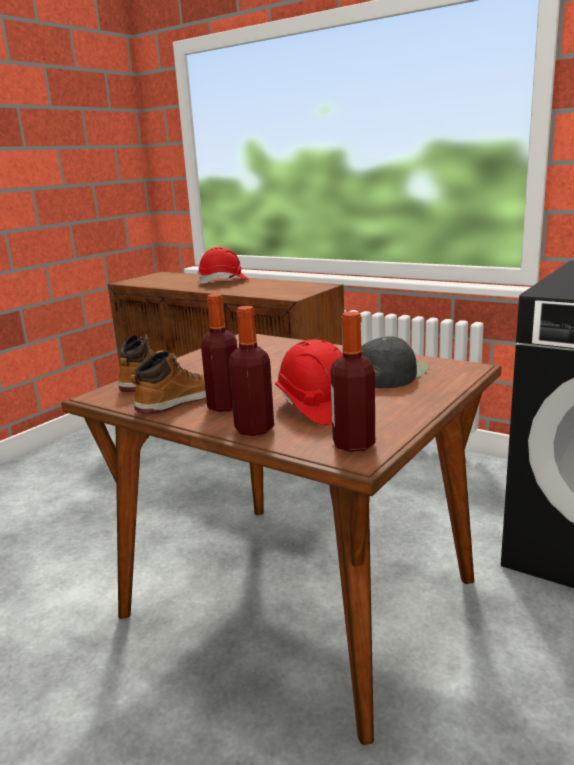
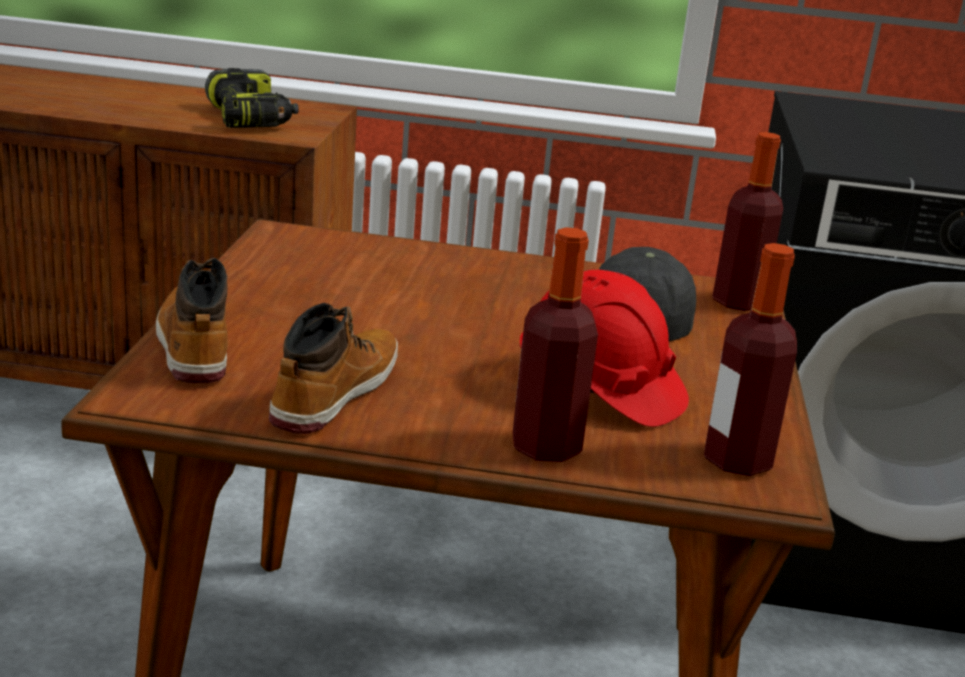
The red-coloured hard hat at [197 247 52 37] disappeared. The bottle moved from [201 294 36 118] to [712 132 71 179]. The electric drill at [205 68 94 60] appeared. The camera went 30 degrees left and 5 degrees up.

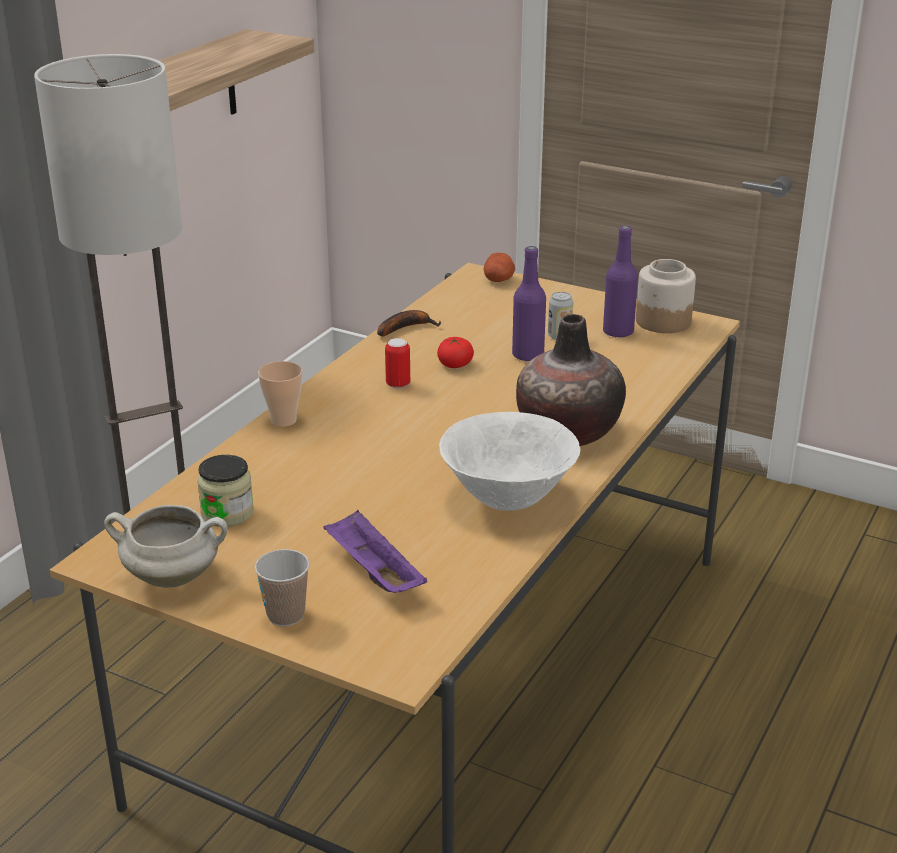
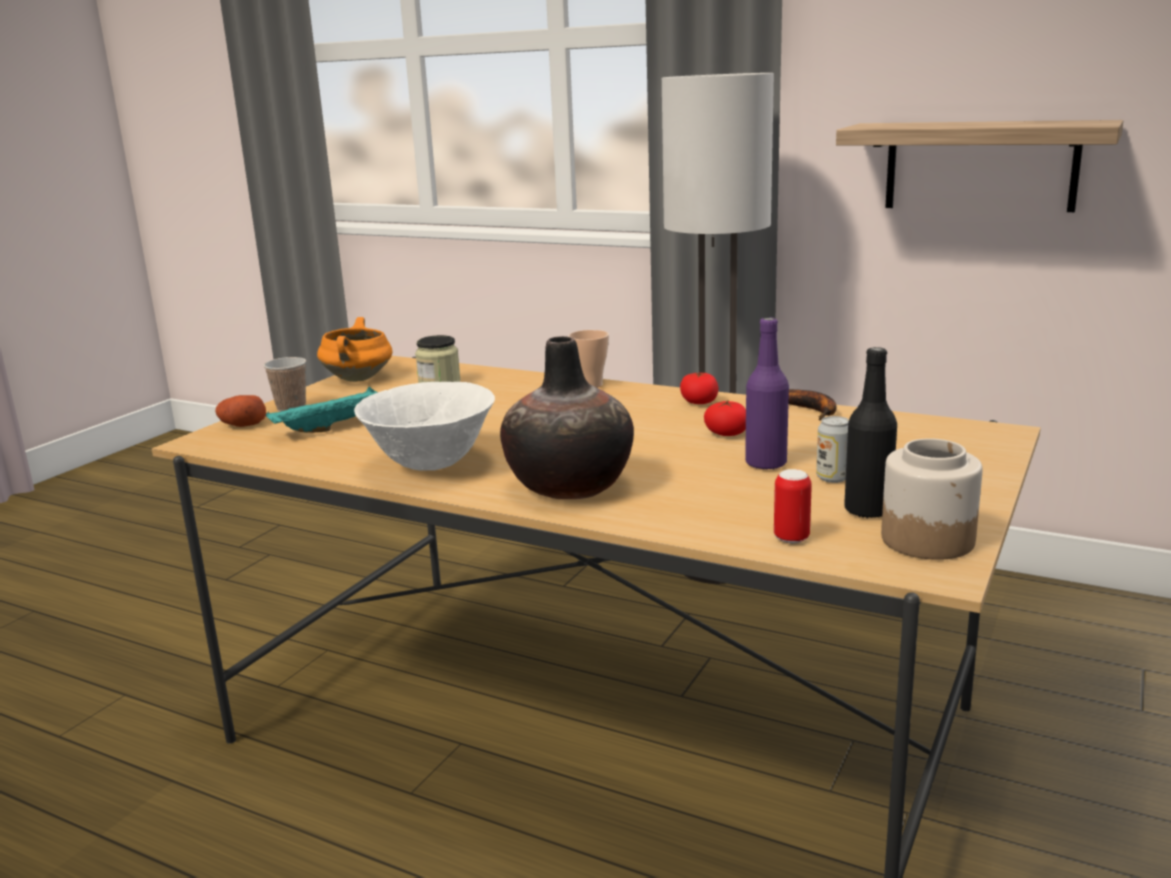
The whitish saucepot at [104 505 124 83] became the orange saucepot at [317 317 76 65]. The purple carrying tray at [323 511 105 82] became the turquoise-coloured carrying tray at [266 387 112 46]. The metal can moved from [385 338 25 51] to [774 469 38 74]. The whole potato moved from [484 253 31 29] to [215 395 51 32]. The purple bottle at [603 226 35 112] became the black bottle at [844 347 53 171]. The whole tomato at [680 372 38 32] appeared. The camera went 90 degrees right and 10 degrees down.

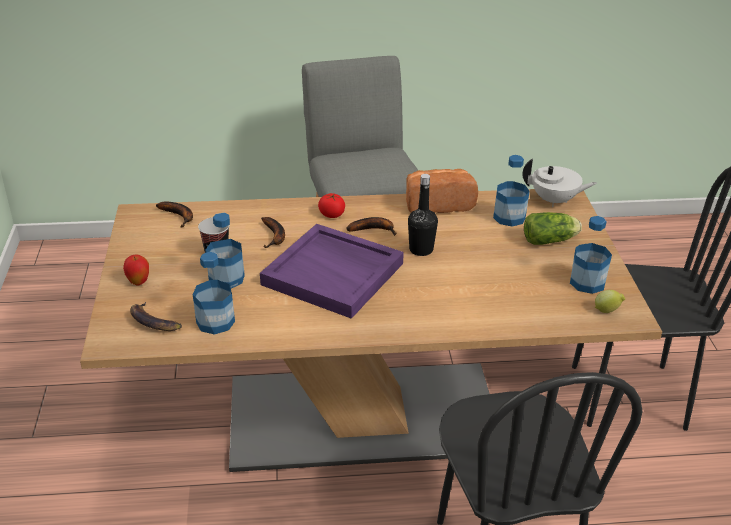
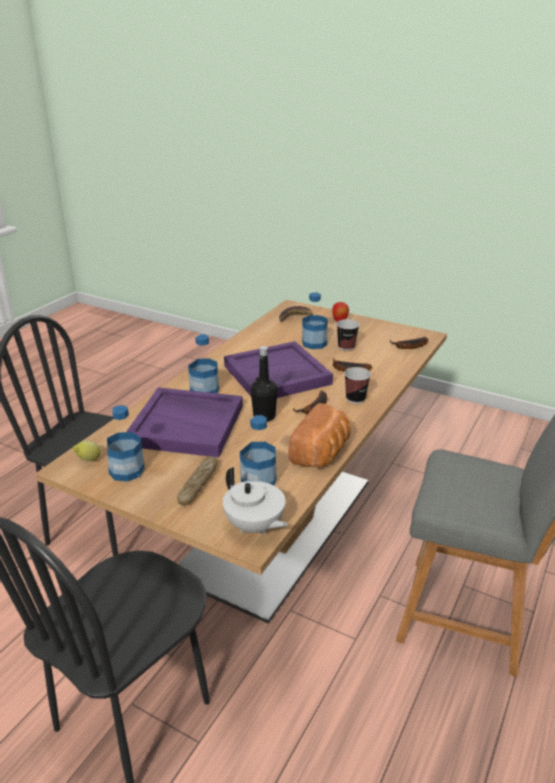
The bottle moved from [193 252 42 83] to [188 334 31 59]. The whole tomato at [318 193 27 25] was replaced by the drinking cup at [344 367 27 37]. The whitish teapot at [522 159 75 48] turned 90 degrees counterclockwise. The lettuce head at [524 212 58 33] was replaced by the bakery bread at [177 456 41 50]. The purple carrying tray at [126 387 117 71] appeared. The camera went 125 degrees right and 5 degrees down.

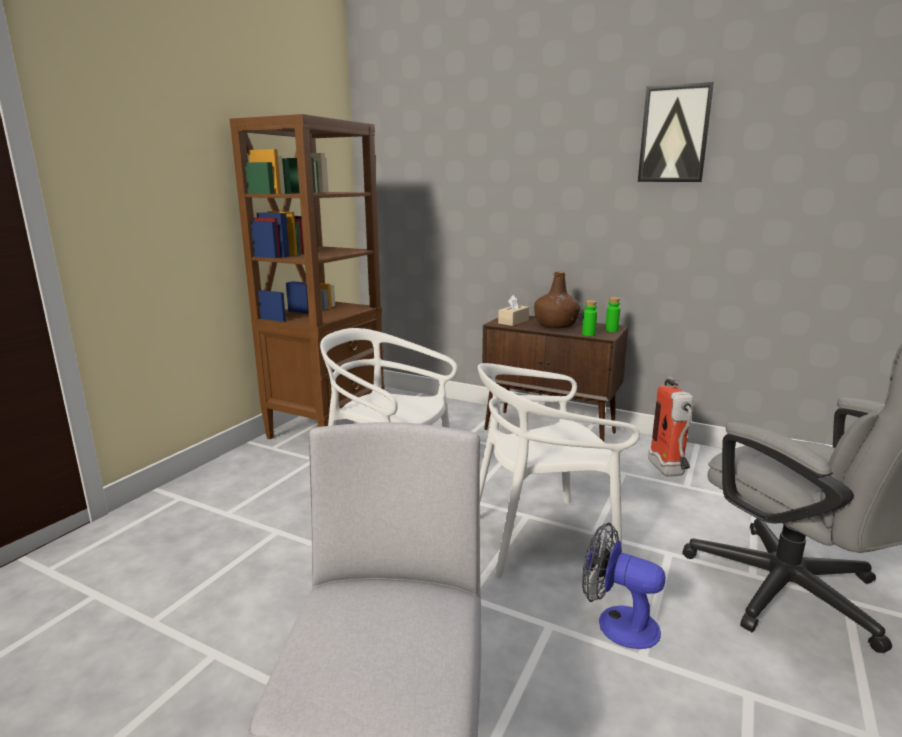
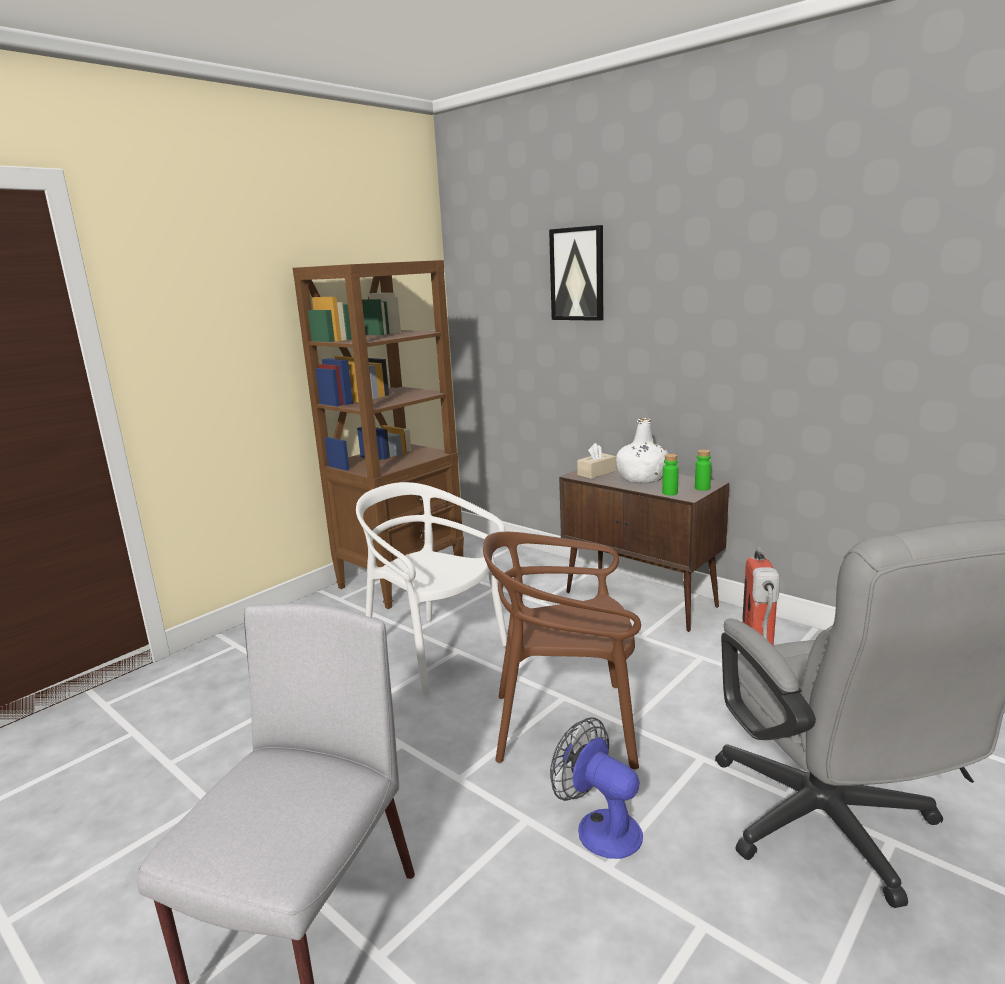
The whitish plain chair at [478 363 162 215] became the brown plain chair at [483 532 158 237]. The brown bottle at [534 272 46 56] became the whitish bottle at [616 418 52 65]. The picture moved from [638 82 76 100] to [549 225 54 96]. The camera went 15 degrees right and 0 degrees up.

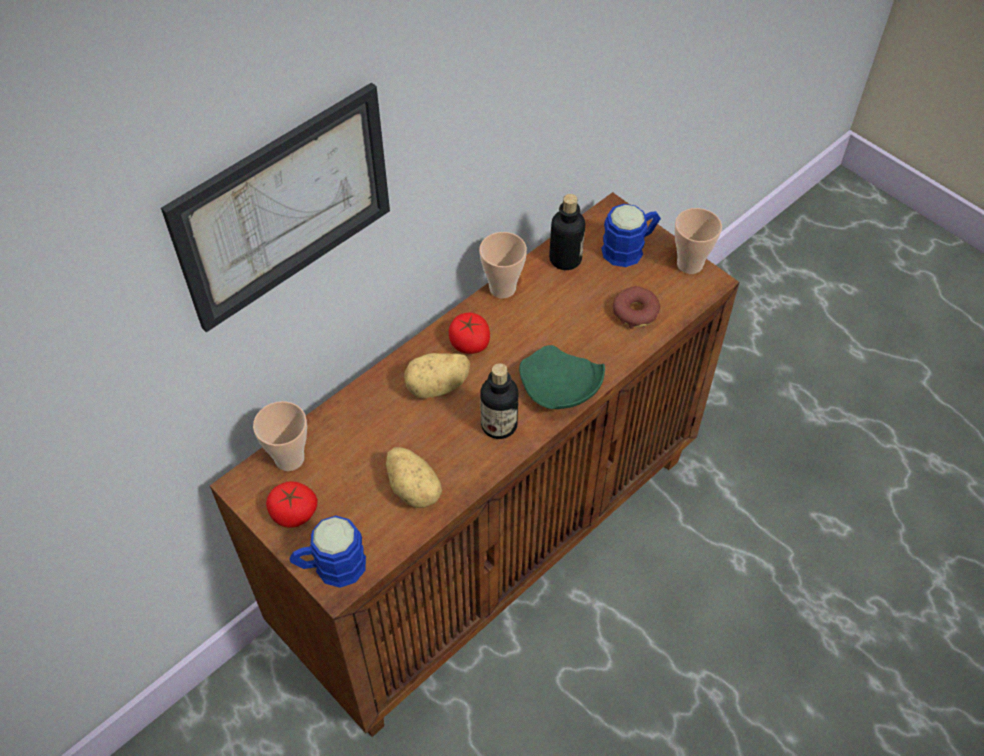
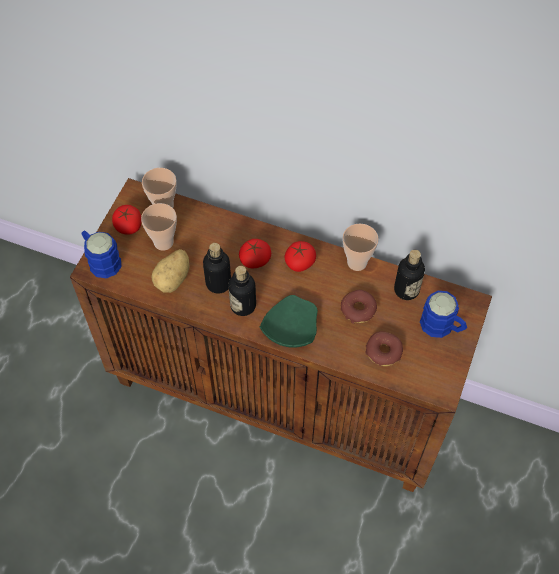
The picture at [161 83 229 249] disappeared. The whole potato at [404 353 66 45] was replaced by the whole tomato at [239 239 32 29]. The drinking cup moved from [674 208 48 66] to [141 203 36 48]. The bottle at [203 243 28 51] appeared. The doughnut at [341 290 36 34] appeared. The camera went 65 degrees right and 5 degrees up.

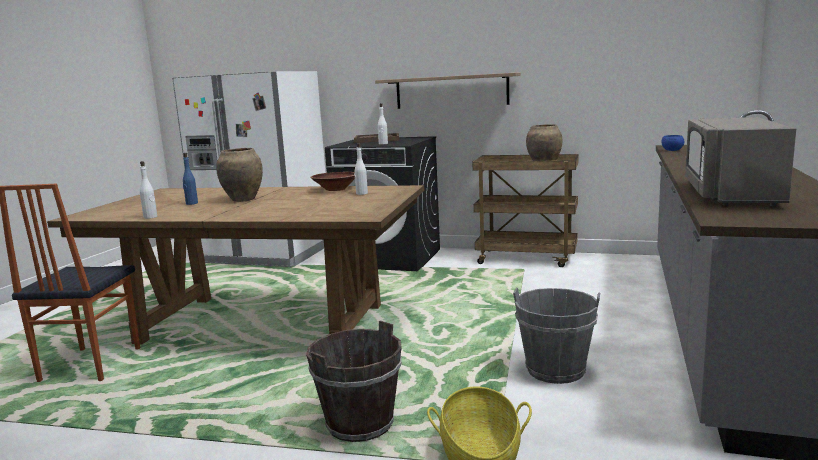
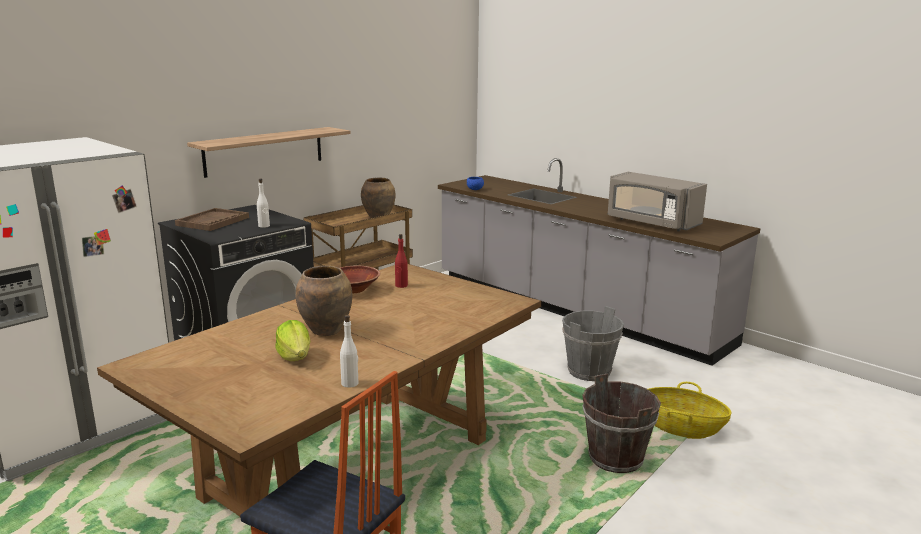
The bluish bottle at [183 153 15 52] was replaced by the lettuce head at [276 320 35 41]. The whitish bottle at [354 143 14 52] became the red-coloured bottle at [395 234 13 54]. The camera went 65 degrees left and 5 degrees up.

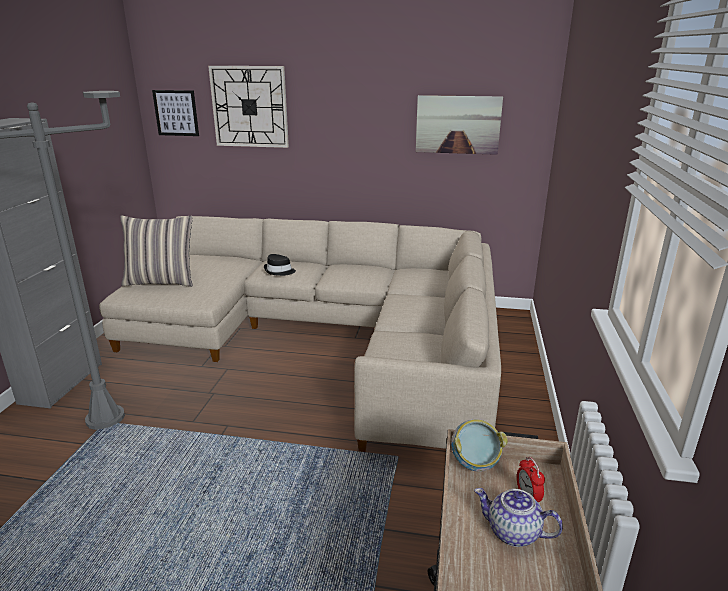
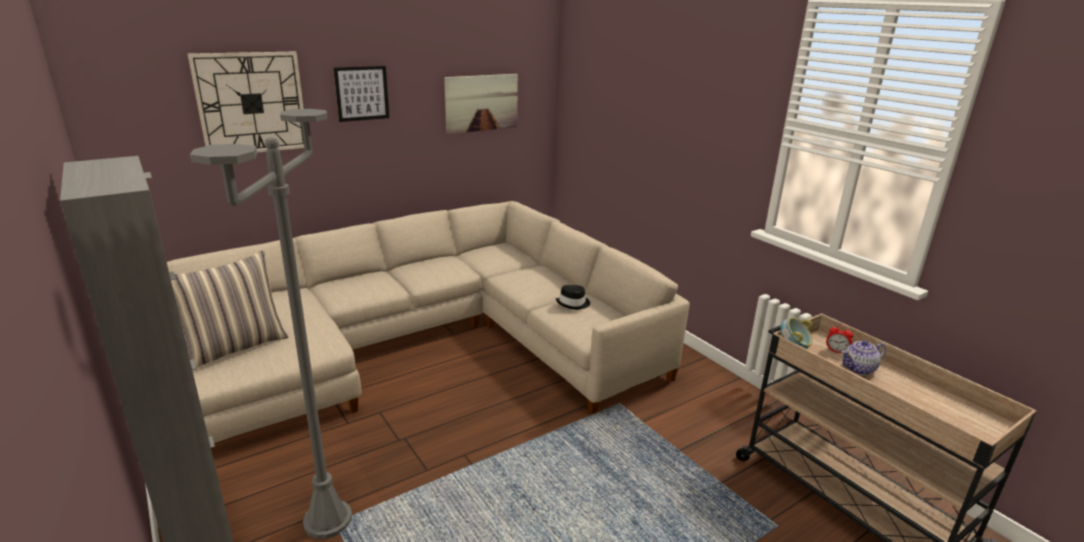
The picture moved from [152 90 47 46] to [334 66 55 56]. The black wearable hat moved from [264 254 32 22] to [556 285 34 25]. The camera went 45 degrees left and 0 degrees up.

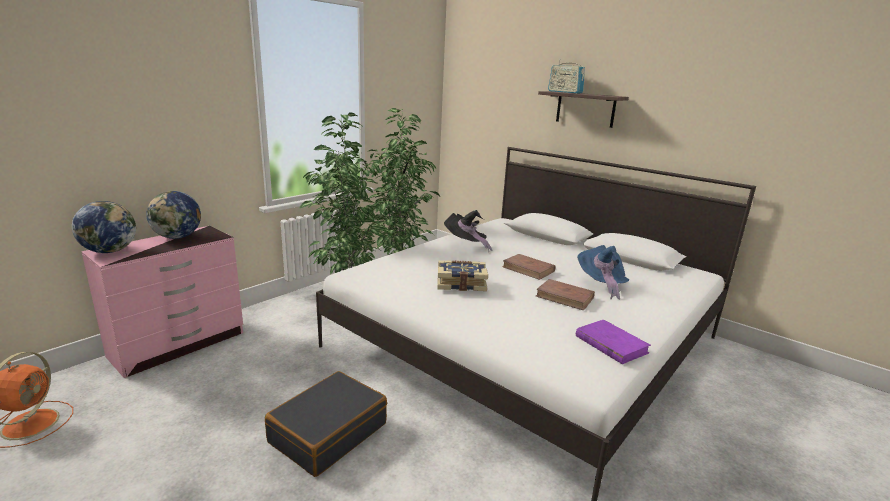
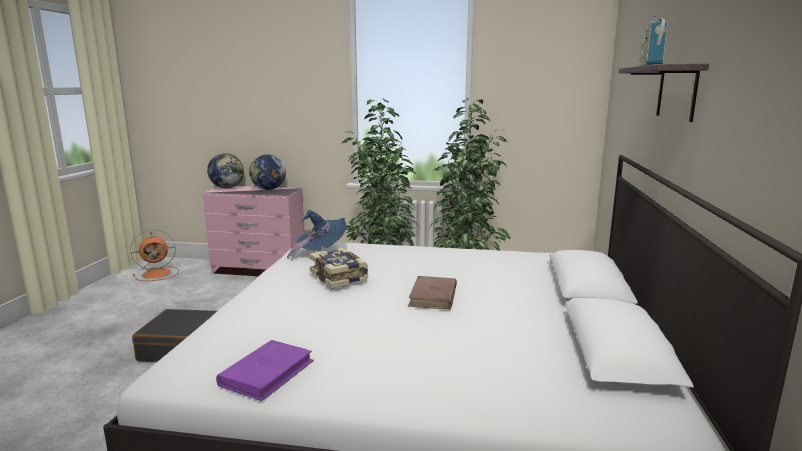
The black wearable hat at [444 210 49 42] disappeared. The brown bound book at [536 279 59 32] disappeared. The bluish wearable hat moved from [577 245 52 54] to [287 210 60 50]. The camera went 60 degrees right and 5 degrees down.

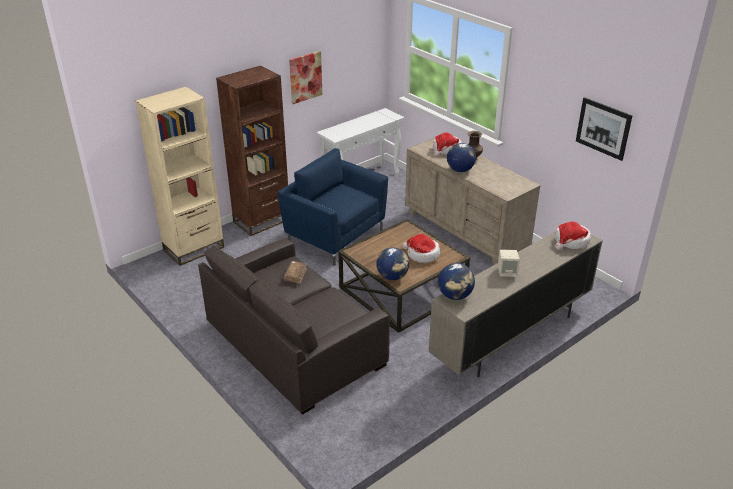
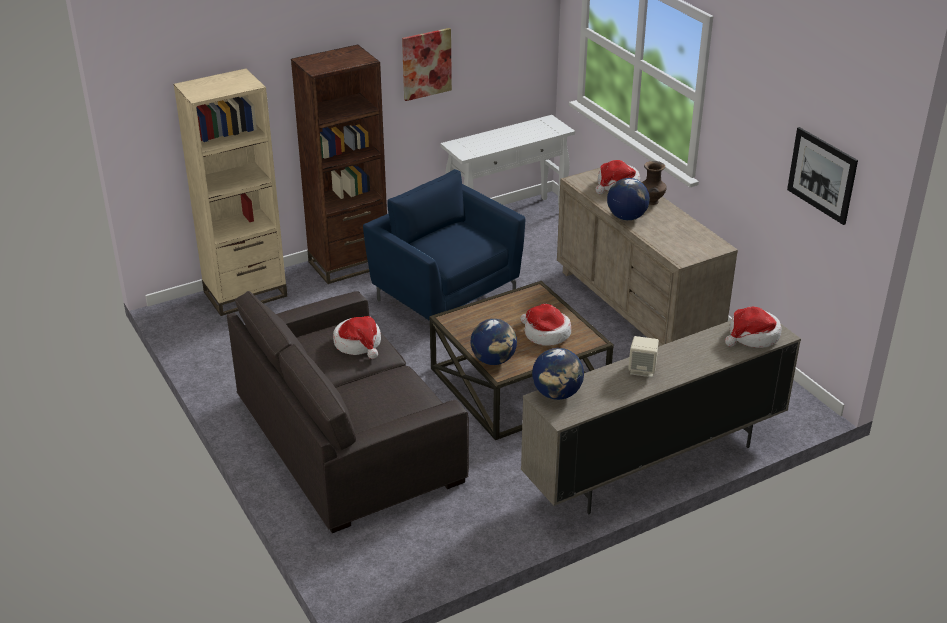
The brown bound book at [283 261 24 23] was replaced by the wearable hat at [333 316 48 43]. The camera went 10 degrees right and 0 degrees up.

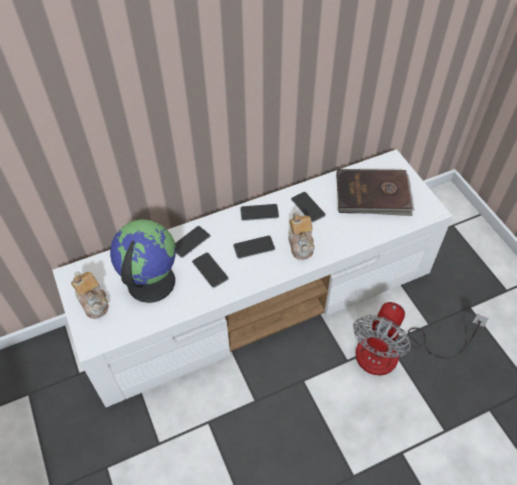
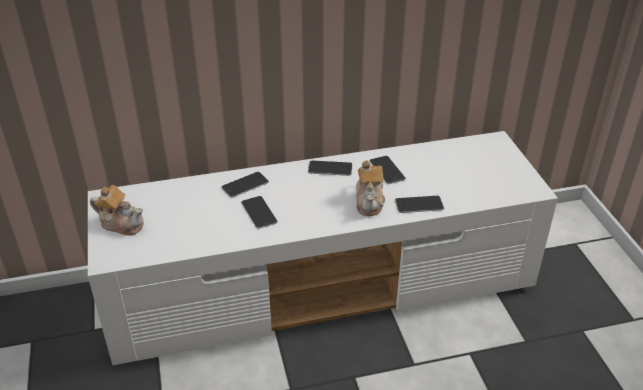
The teapot at [71 271 37 48] turned 45 degrees counterclockwise. The world globe at [110 219 66 84] disappeared. The phone moved from [233 236 42 23] to [395 196 49 17]. The brown bound book at [336 169 79 47] disappeared. The cooling fan at [353 302 136 73] disappeared. The camera went 10 degrees right and 15 degrees down.

